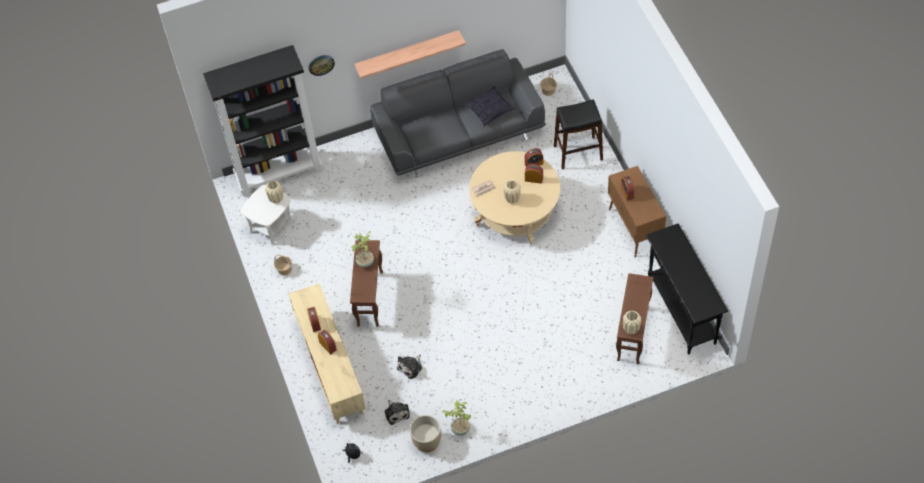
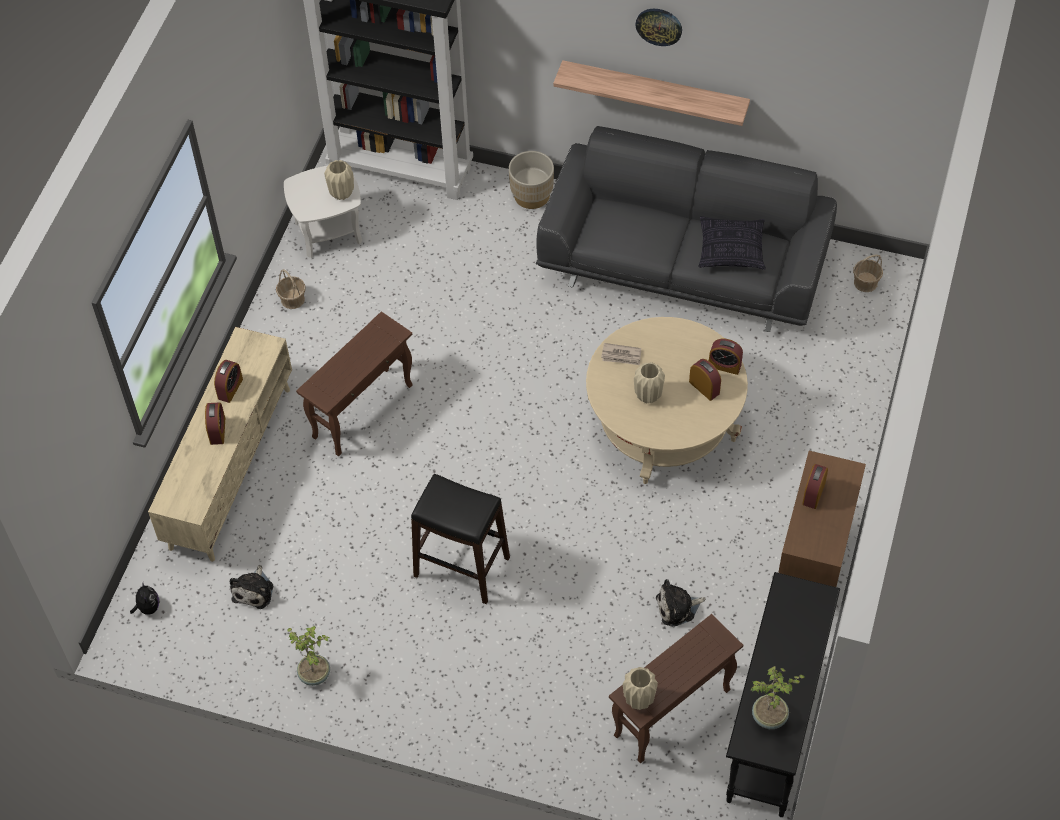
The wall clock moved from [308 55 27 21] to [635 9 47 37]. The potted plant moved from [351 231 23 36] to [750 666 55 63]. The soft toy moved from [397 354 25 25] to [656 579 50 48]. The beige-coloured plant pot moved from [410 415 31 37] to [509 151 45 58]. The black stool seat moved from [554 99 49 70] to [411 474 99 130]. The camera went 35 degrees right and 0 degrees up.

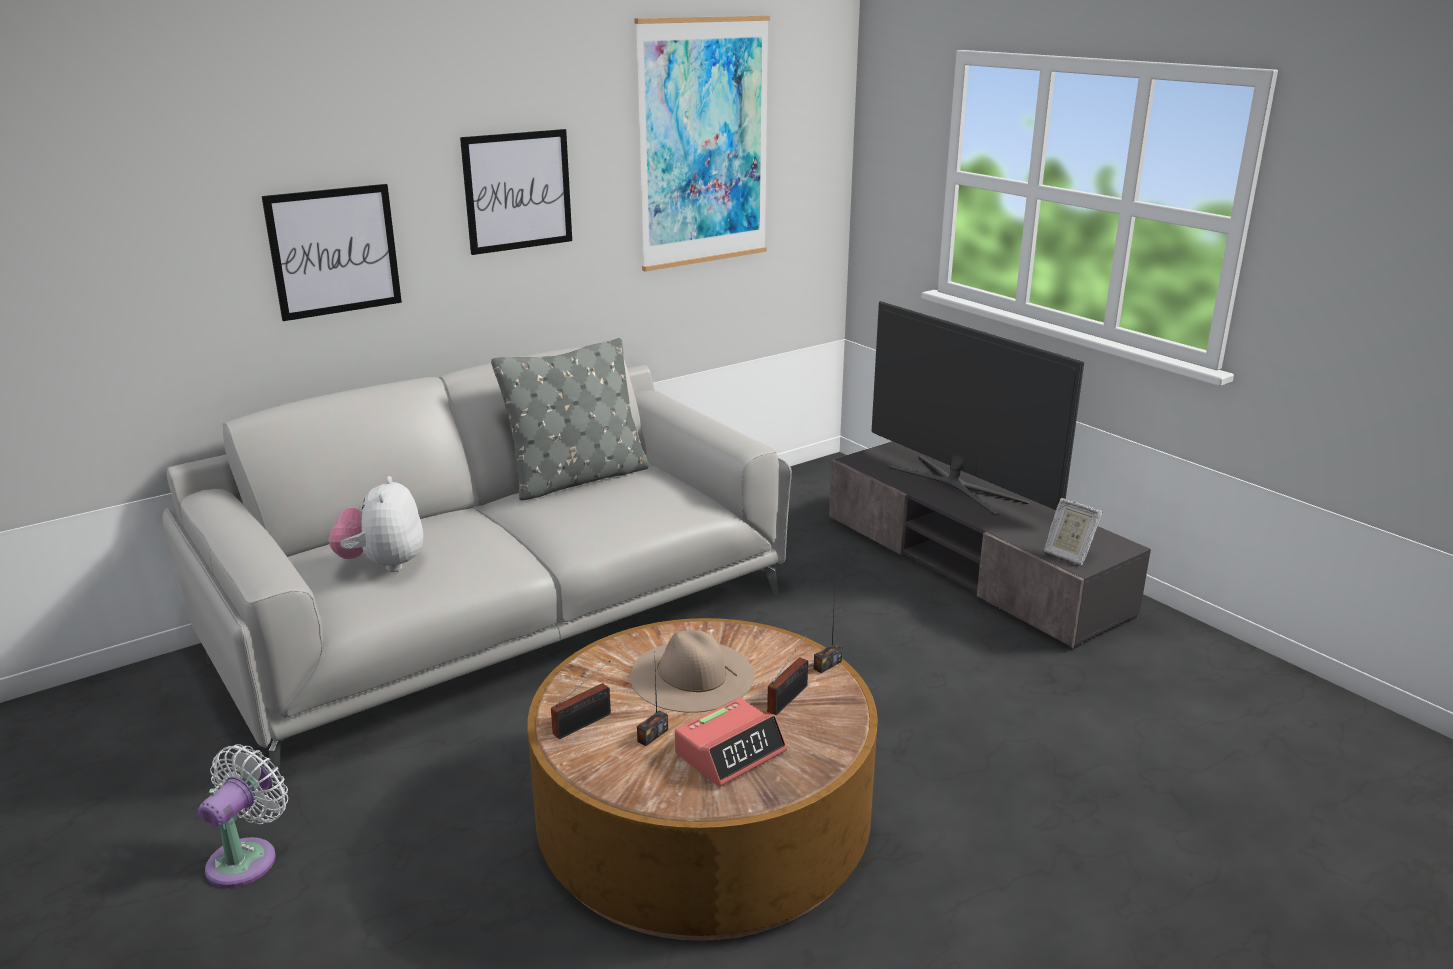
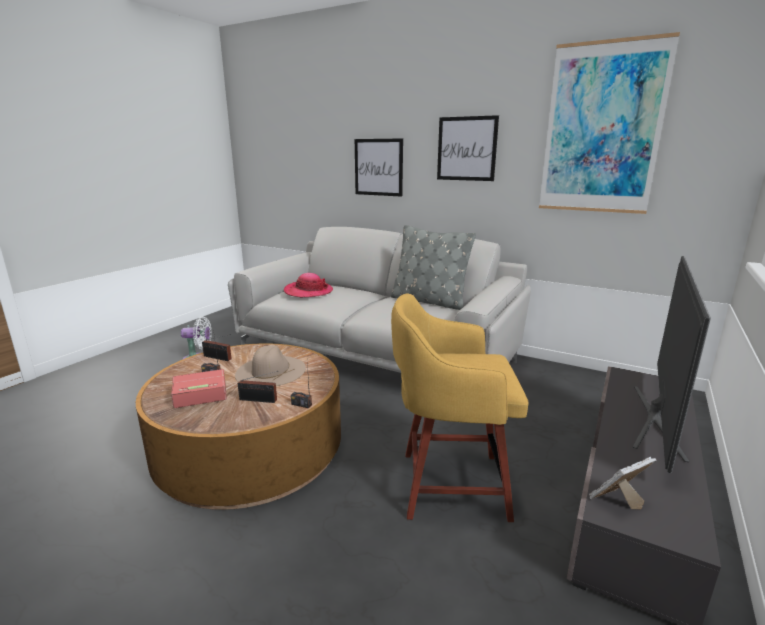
The soft toy at [329 476 94 96] was replaced by the wearable hat at [284 273 49 24]. The alarm clock at [675 698 112 89] turned 135 degrees clockwise. The photo frame at [1044 498 58 67] turned 45 degrees clockwise. The yellowish stool seat at [391 293 138 229] appeared. The camera went 65 degrees right and 5 degrees down.

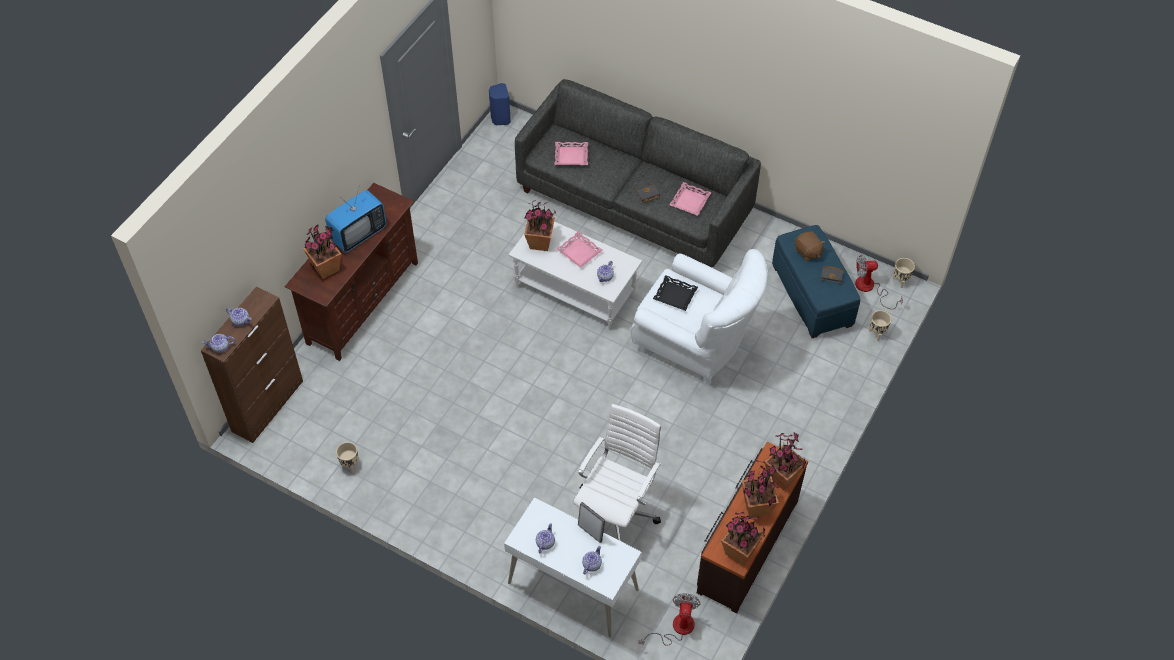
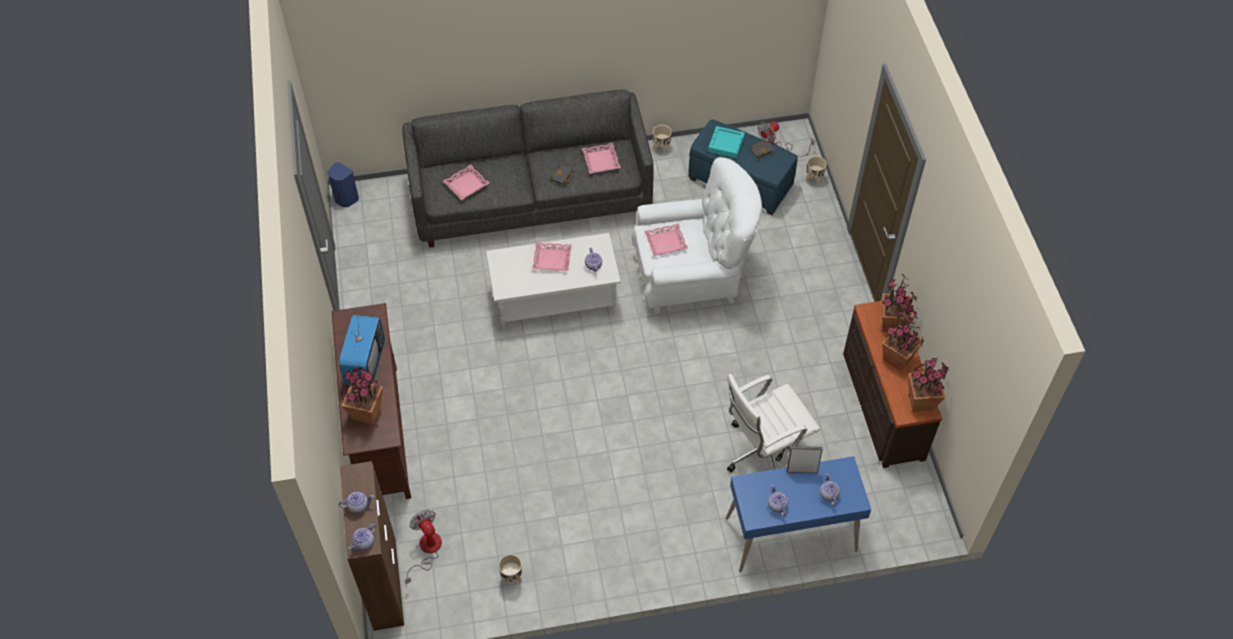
The whitish desk at [504 497 138 141] became the bluish desk at [726 456 145 116]. The potted plant at [524 200 33 51] disappeared. The whitish desk chair at [573 404 88 137] turned 105 degrees counterclockwise. The cooling fan moved from [638 593 63 53] to [405 510 37 74]. The black carrying tray at [653 275 45 36] became the pink carrying tray at [644 223 44 33]. The brown soft toy at [795 231 30 30] was replaced by the turquoise-coloured carrying tray at [708 126 37 32]. The beige-coloured plant pot moved from [892 258 23 30] to [653 125 19 29]. The camera went 40 degrees left and 0 degrees up.

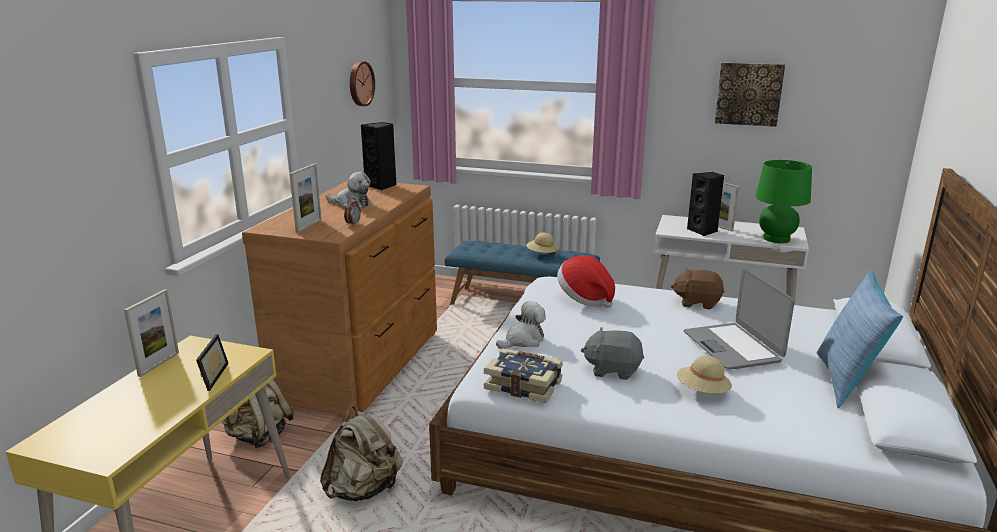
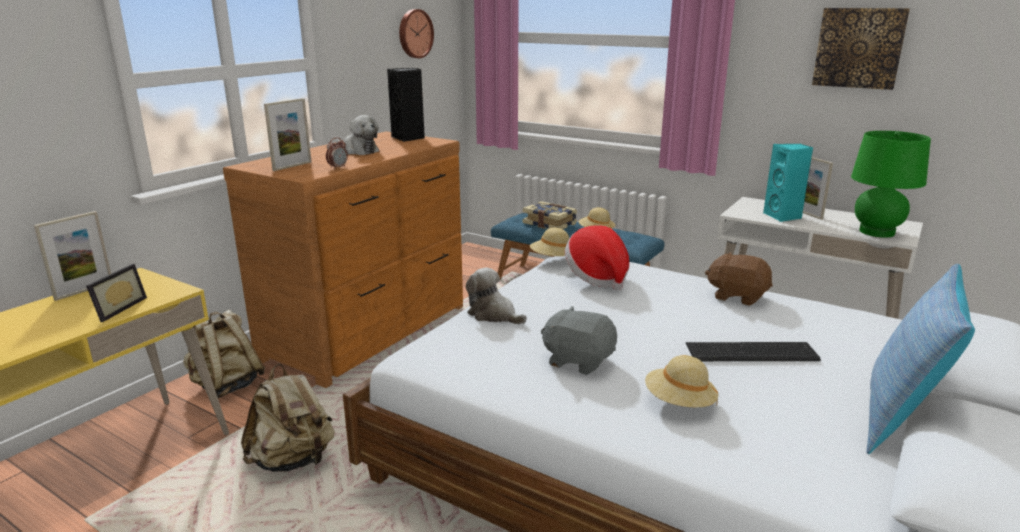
The bound book moved from [484 348 79 55] to [523 201 54 28]. The soft toy at [496 301 50 48] turned 120 degrees counterclockwise. The laptop at [684 269 111 100] was replaced by the computer keyboard at [686 342 135 19]. The black speaker at [687 172 37 64] became the turquoise-coloured speaker at [763 144 50 78]. The beige-coloured wearable hat at [530 228 39 28] appeared. The camera went 15 degrees right and 0 degrees up.

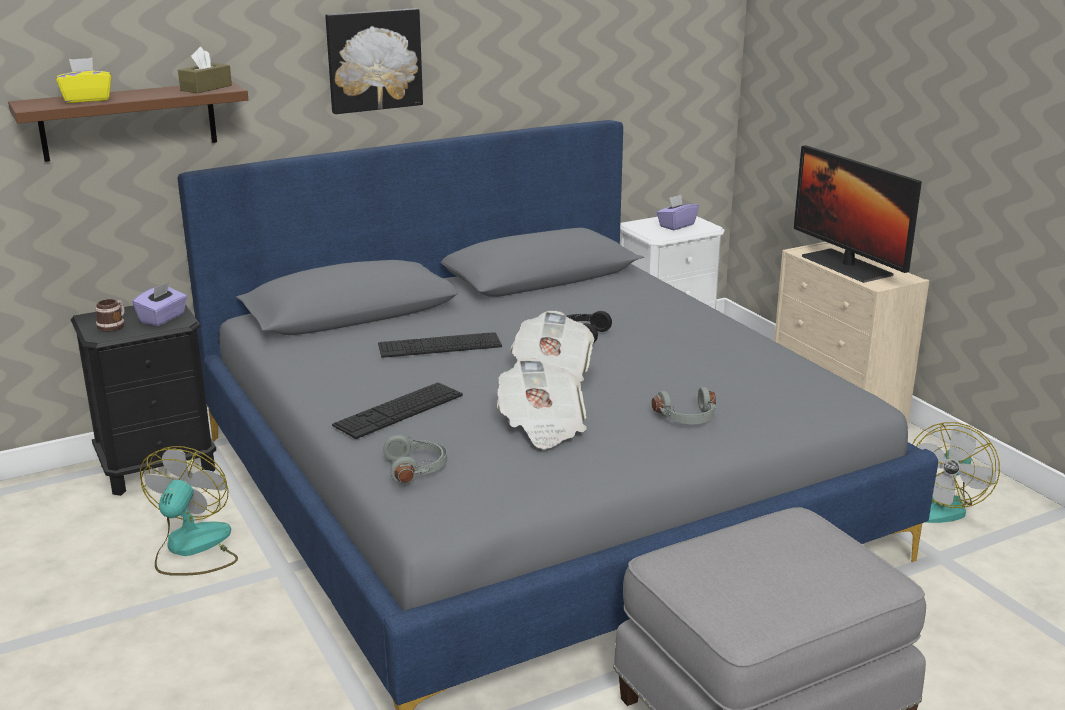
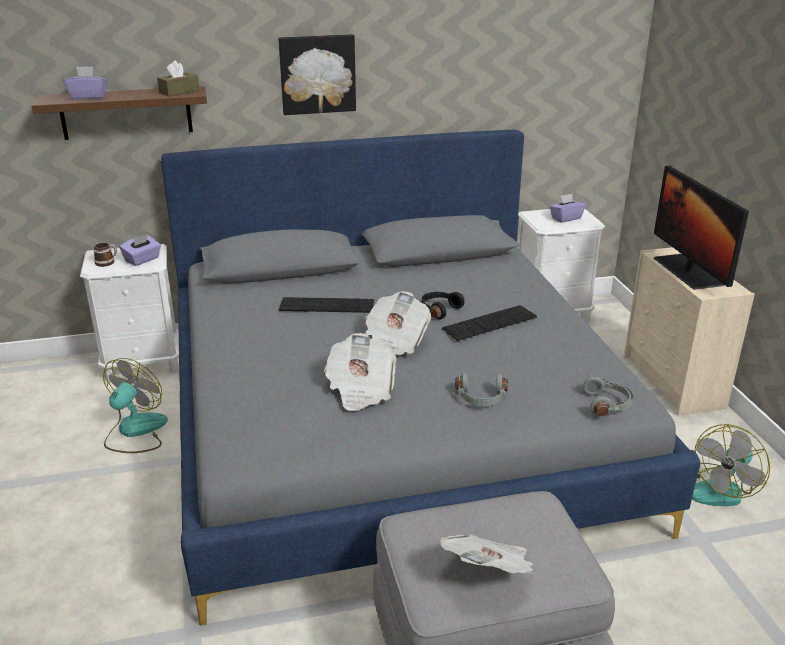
The yellowish tissue holder at [56 58 55 45] became the purple tissue holder at [64 66 43 34]. The black nightstand at [71 304 145 192] became the whitish nightstand at [80 244 99 138]. The computer keyboard moved from [332 382 131 57] to [442 305 95 36]. The greyish headset moved from [383 435 64 49] to [583 377 51 39]. The newspaper at [440 534 94 39] appeared. The camera went 15 degrees right and 5 degrees up.

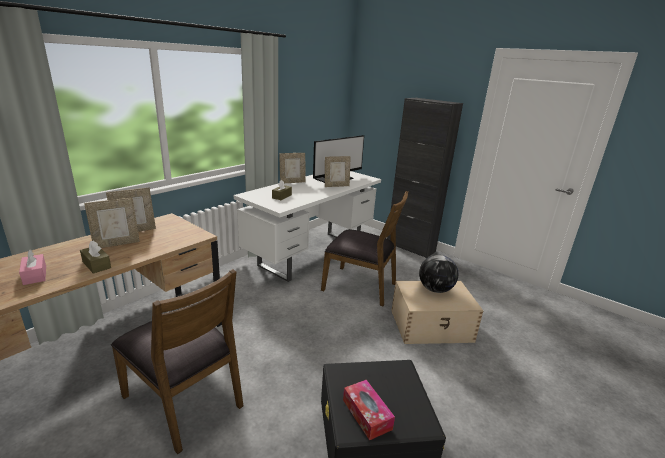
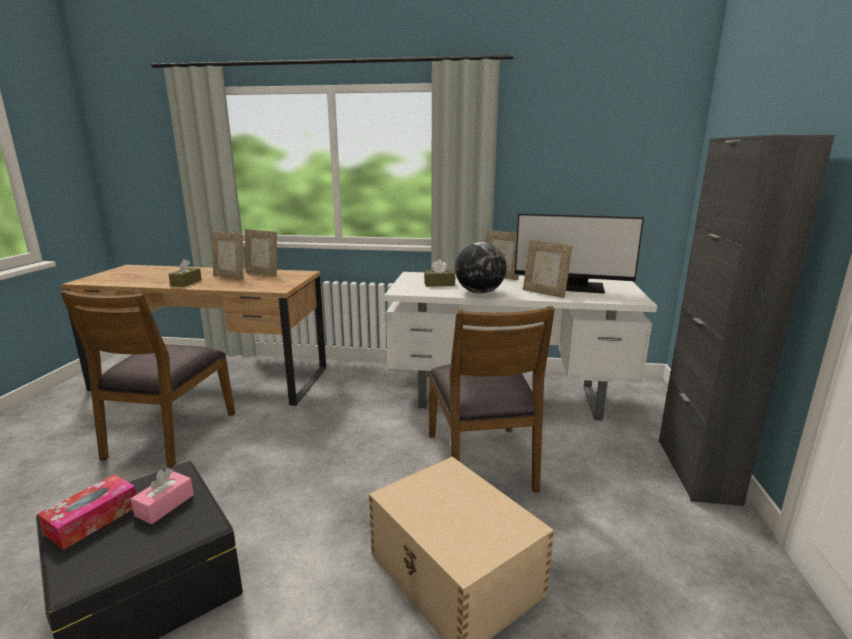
The pink tissue holder moved from [19 250 27 35] to [131 468 63 56]. The world globe moved from [419 255 40 38] to [455 242 52 52]. The camera went 60 degrees right and 5 degrees down.

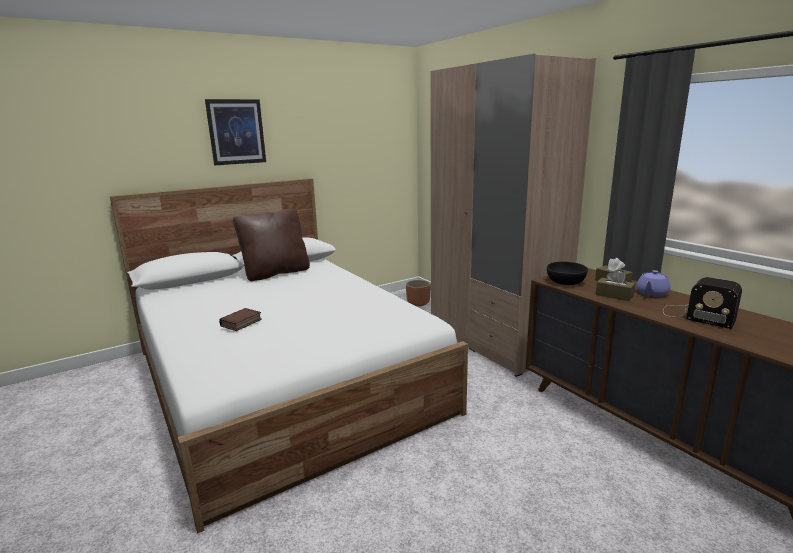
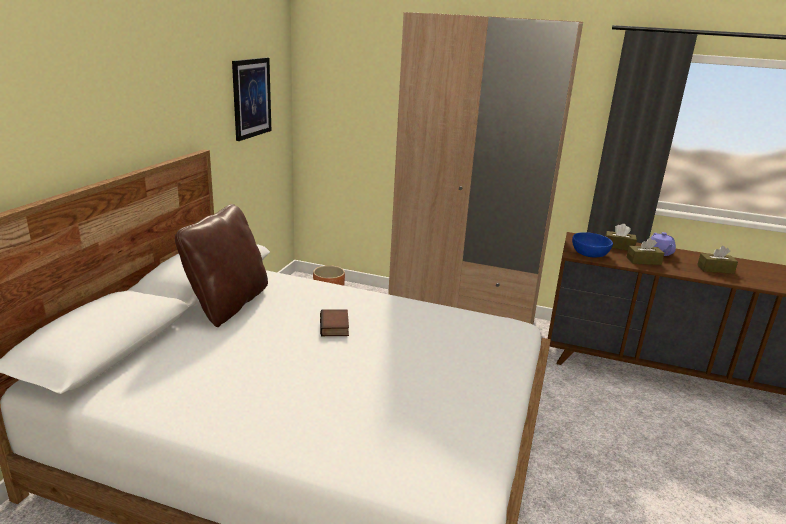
The picture moved from [205 99 61 66] to [232 57 39 84]. The bound book moved from [219 308 43 23] to [320 309 29 27]. The black serving bowl at [547 262 41 23] became the bluish serving bowl at [572 232 41 25]. The radio receiver at [663 277 79 52] was replaced by the brown tissue holder at [697 246 41 28]. The camera went 40 degrees left and 5 degrees up.

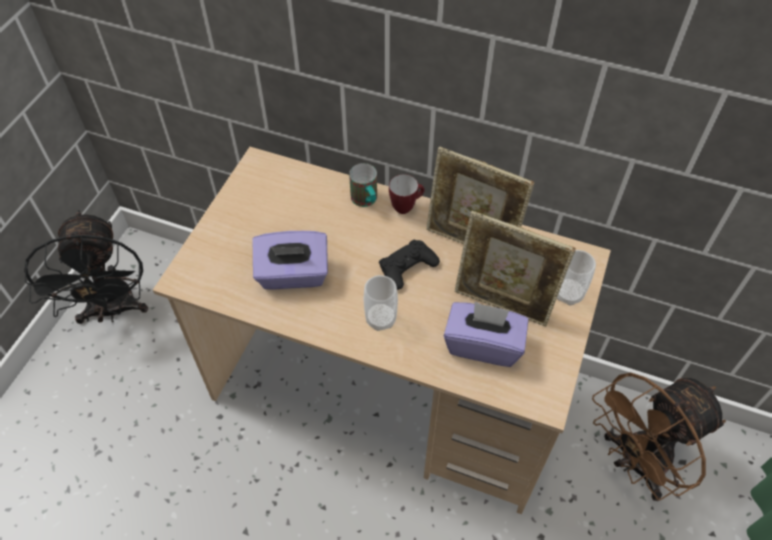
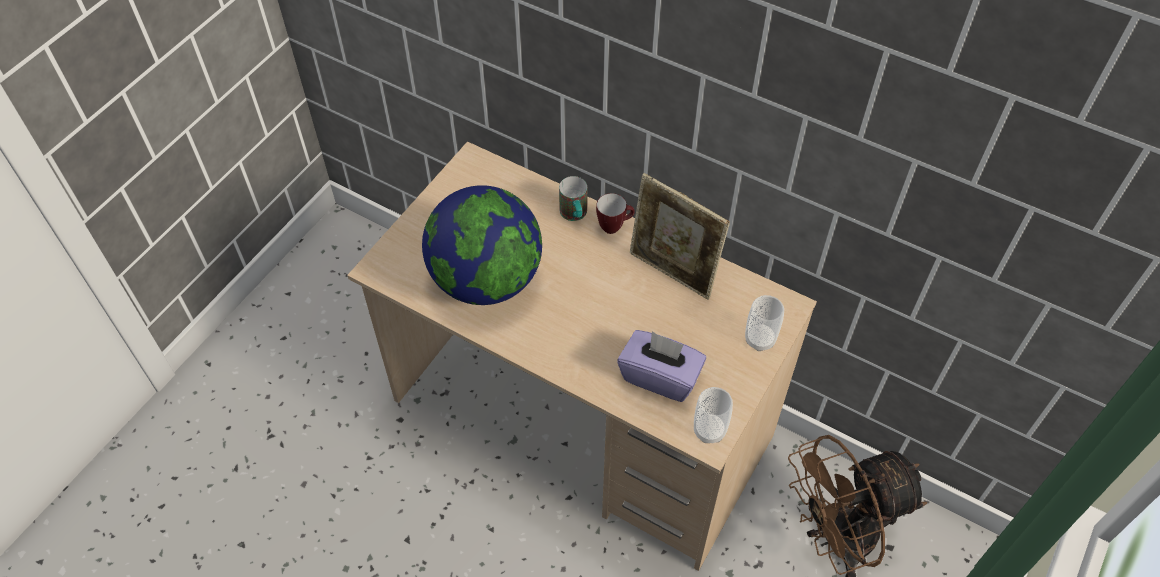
The black cooling fan at [24 210 124 114] disappeared. The purple tissue holder at [252 231 76 59] was replaced by the world globe at [422 185 120 120]. The drinking cup moved from [364 275 34 56] to [694 387 39 56]. The black gamepad at [379 239 61 51] disappeared. The photo frame at [455 211 121 115] disappeared. The camera went 10 degrees right and 0 degrees up.

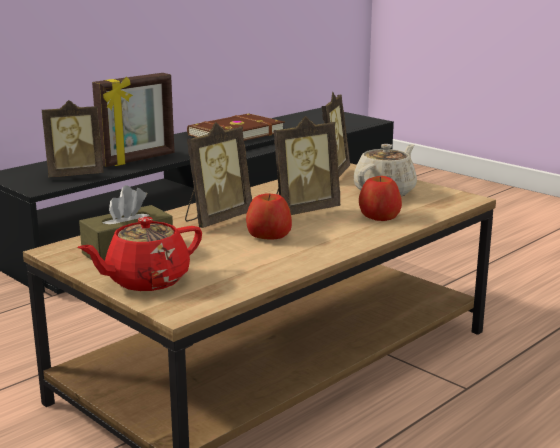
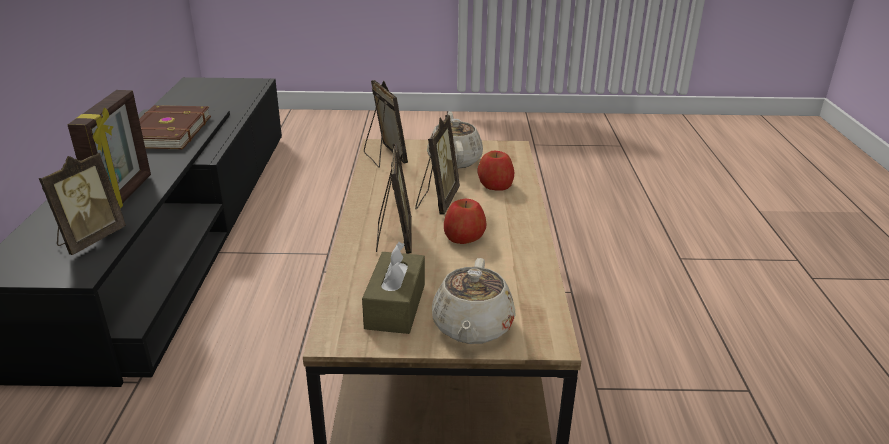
The red-coloured teapot at [77 217 125 74] became the beige-coloured teapot at [432 258 84 86]. The camera went 45 degrees left and 10 degrees up.

